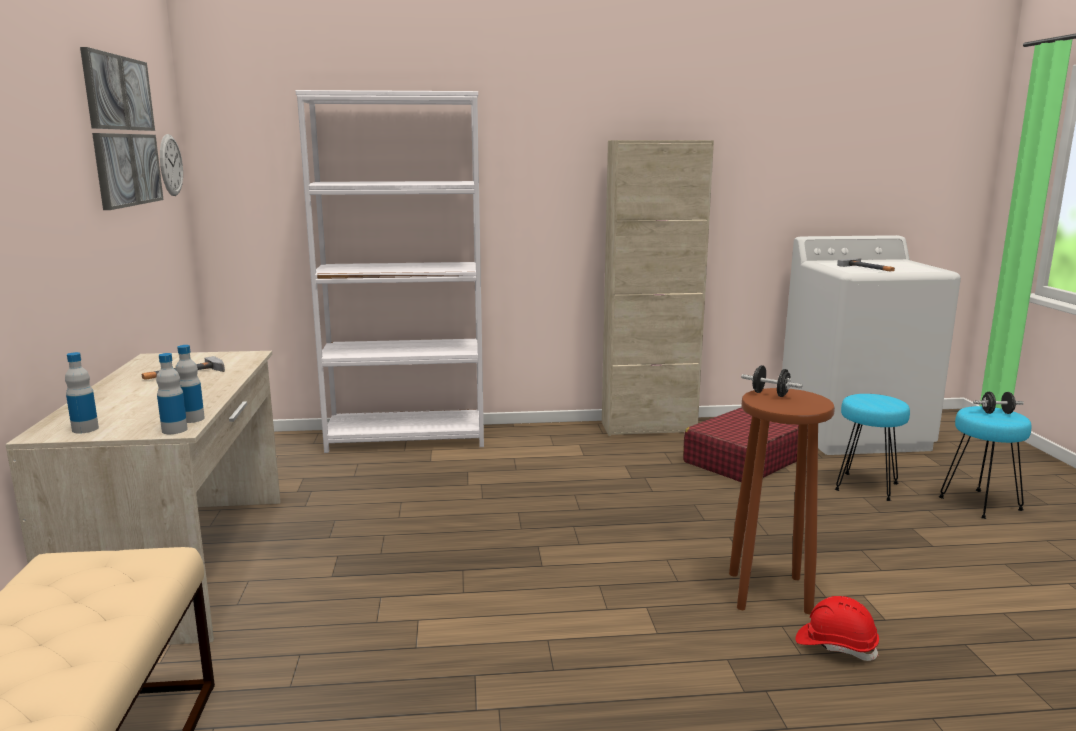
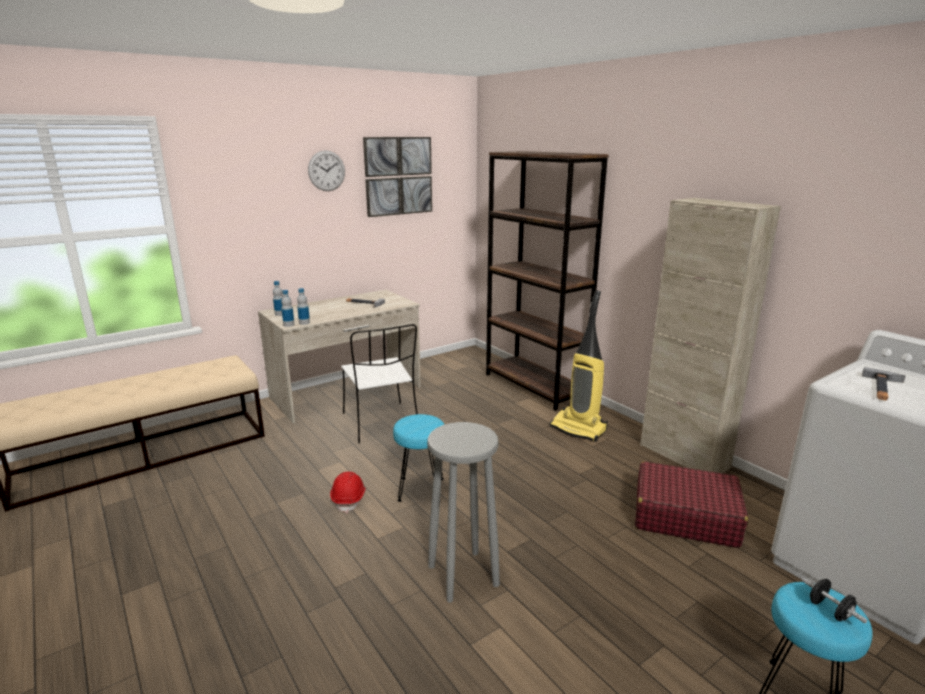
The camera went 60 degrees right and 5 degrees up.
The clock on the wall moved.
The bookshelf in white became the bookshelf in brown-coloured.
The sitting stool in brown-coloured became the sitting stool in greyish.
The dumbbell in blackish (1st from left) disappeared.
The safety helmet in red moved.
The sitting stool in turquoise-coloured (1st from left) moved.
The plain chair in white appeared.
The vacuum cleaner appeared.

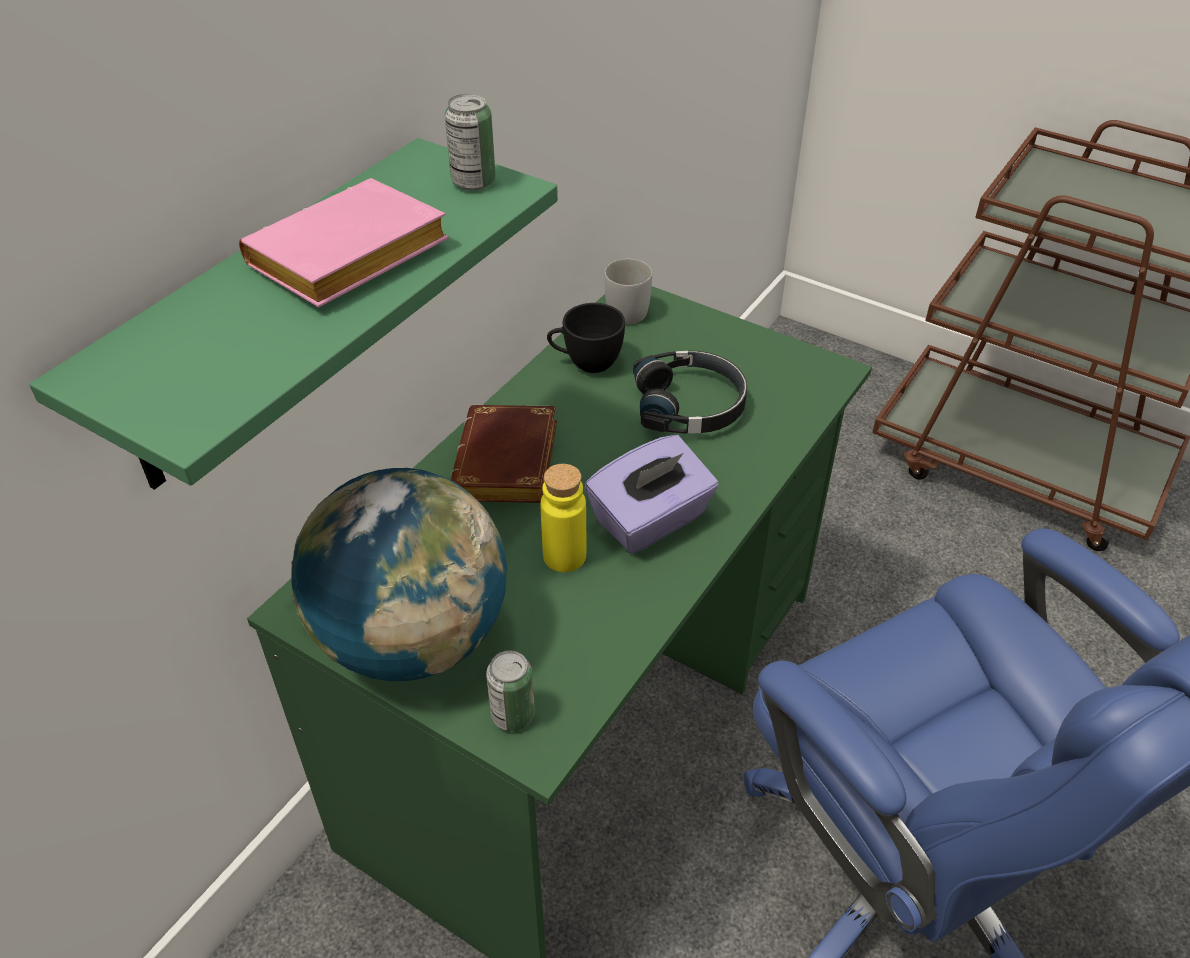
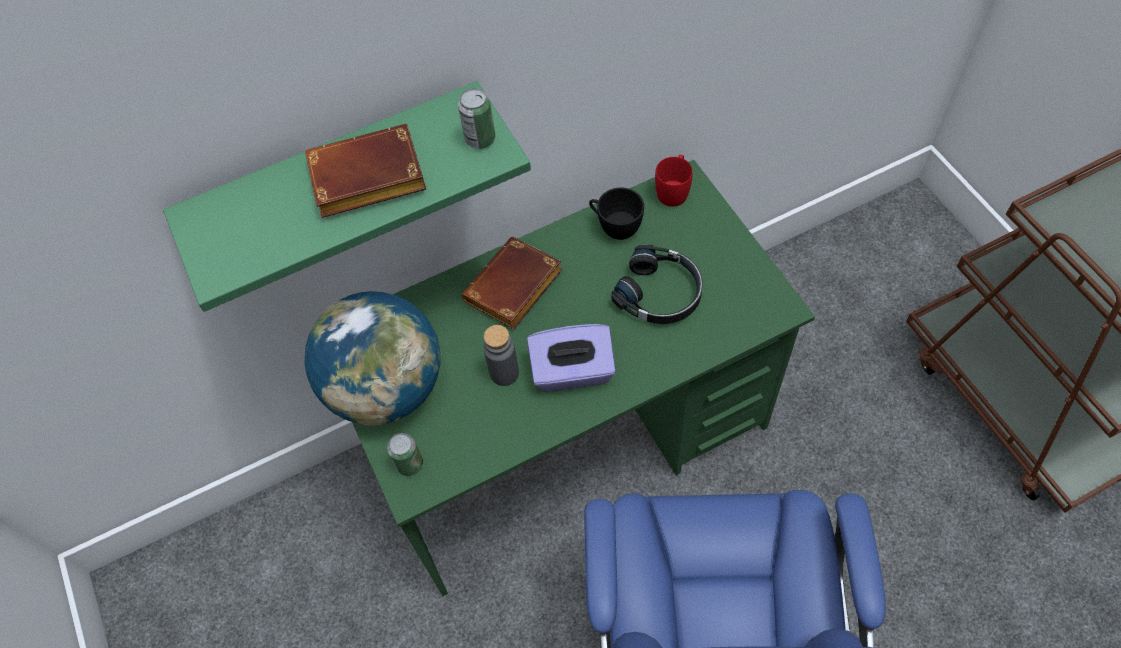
The camera went 35 degrees right and 15 degrees up.
The volume in pink became the volume in brown-coloured (1st from left).
The drink bottle in yellowish became the drink bottle in greyish.
The tea mug in white became the tea mug in red.

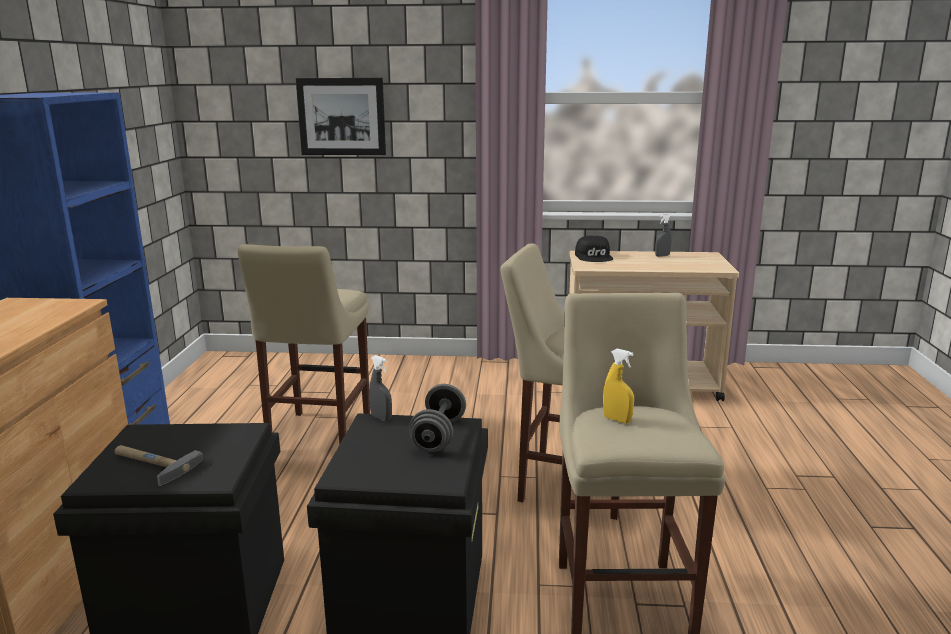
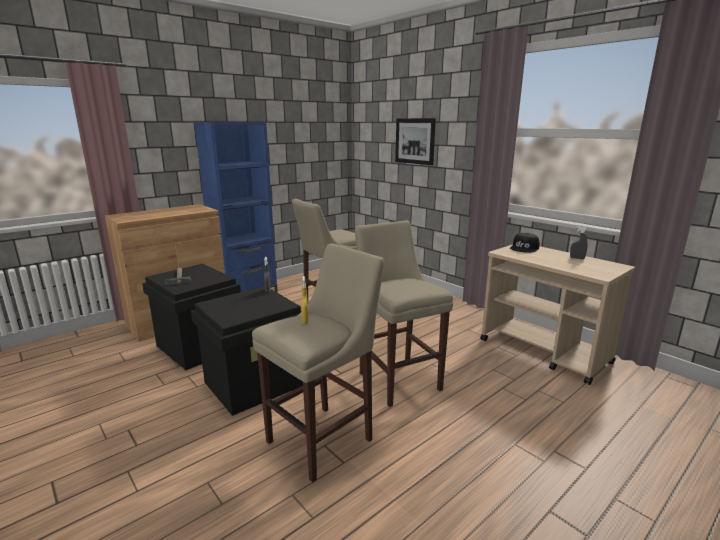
The camera went 45 degrees right and 0 degrees up.
The dumbbell in greyish disappeared.

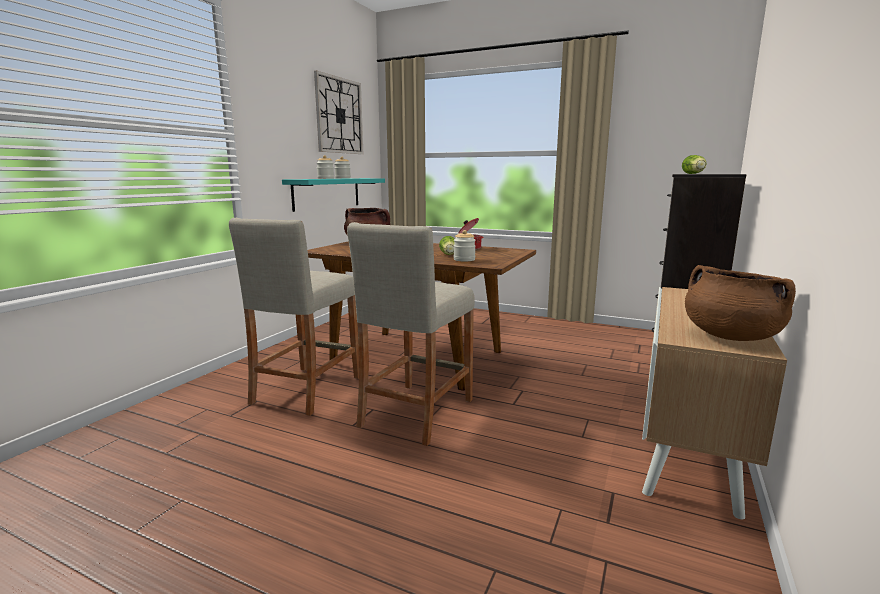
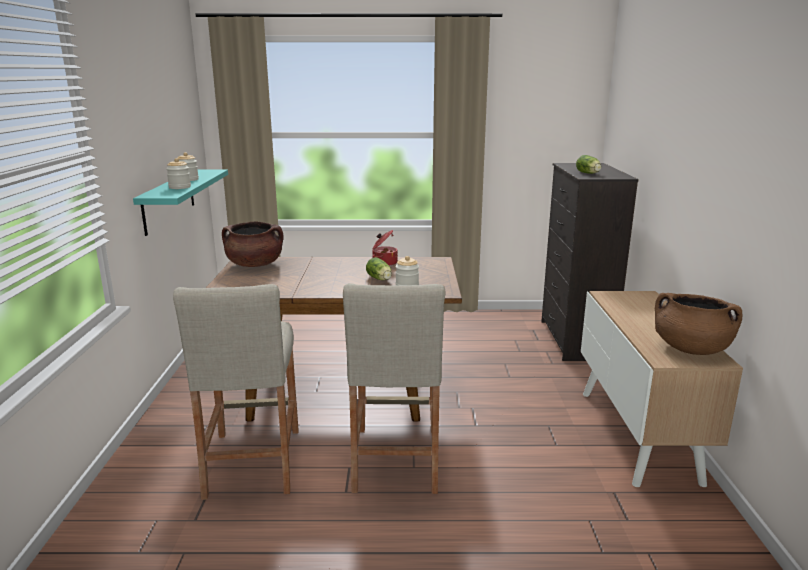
The camera went 25 degrees left and 5 degrees up.
The clock on the wall disappeared.

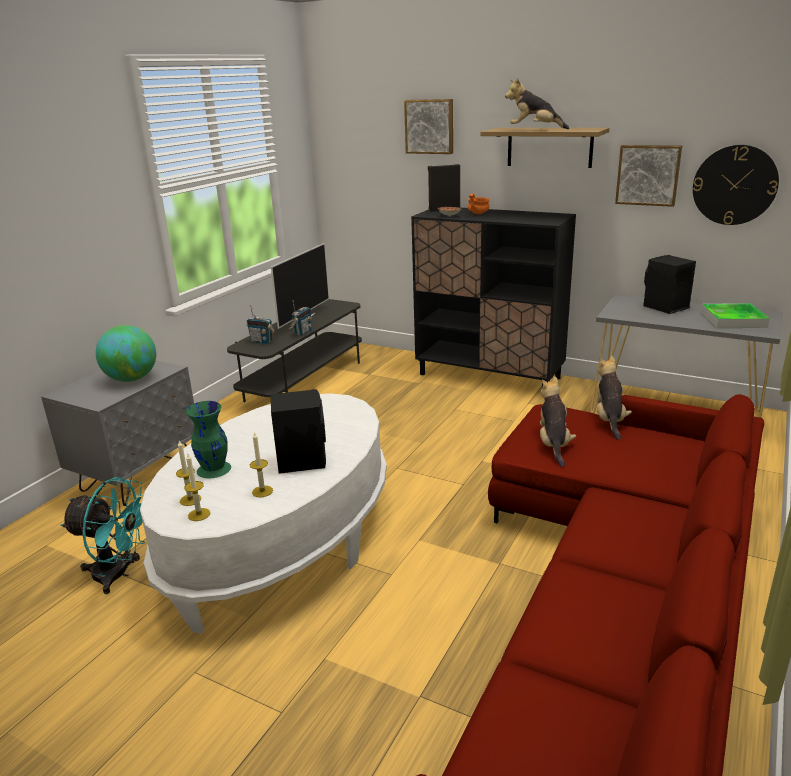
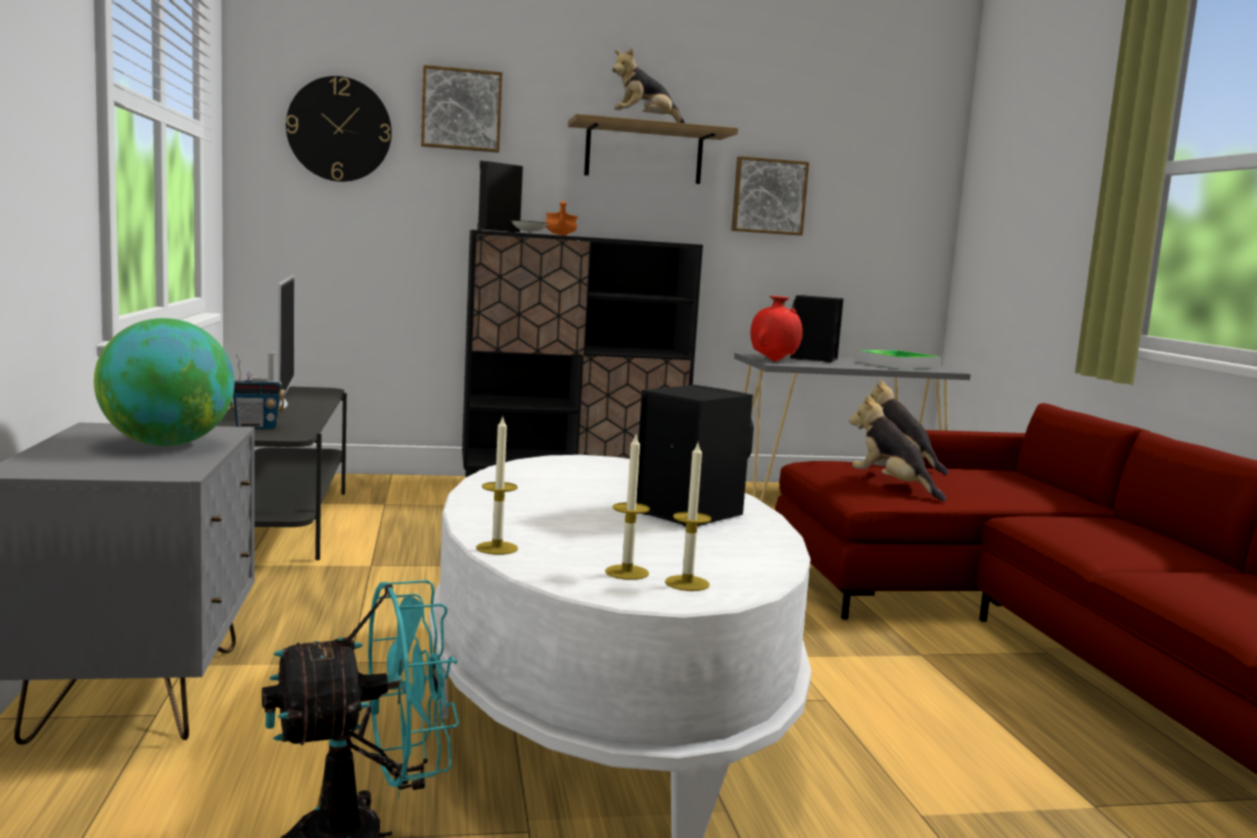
The camera went 40 degrees left and 15 degrees down.
The flower vase in green-coloured disappeared.
The wax candle (3rd from left in the first image) moved.
The radio (2nd from left) disappeared.
The clock on the wall moved.
The flower vase in red appeared.

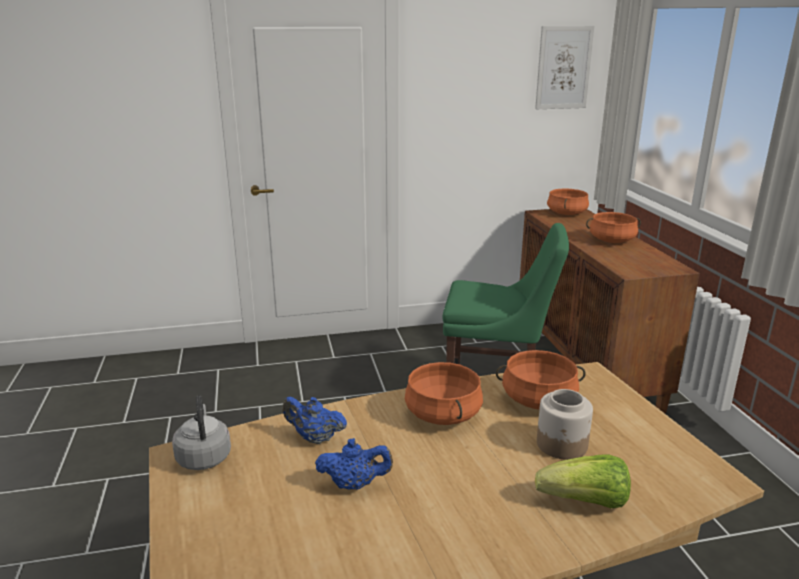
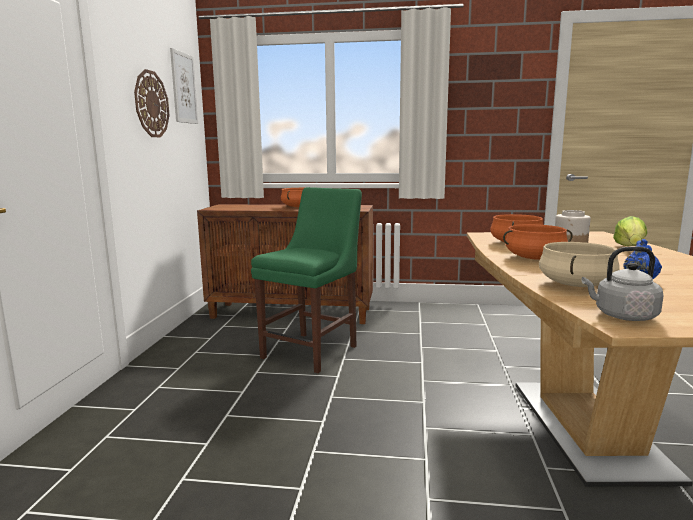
The camera went 70 degrees left and 10 degrees down.
The tea pot in blue (1st from left) was replaced by the saucepot in sand-coloured.
The saucepot in orangey (3rd from left) disappeared.
The clock on the wall appeared.

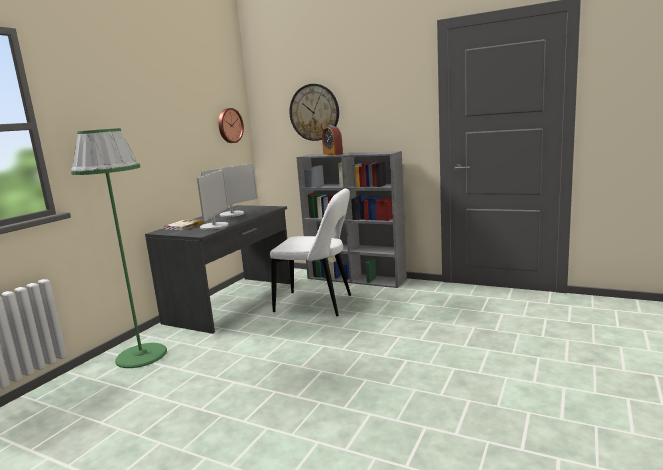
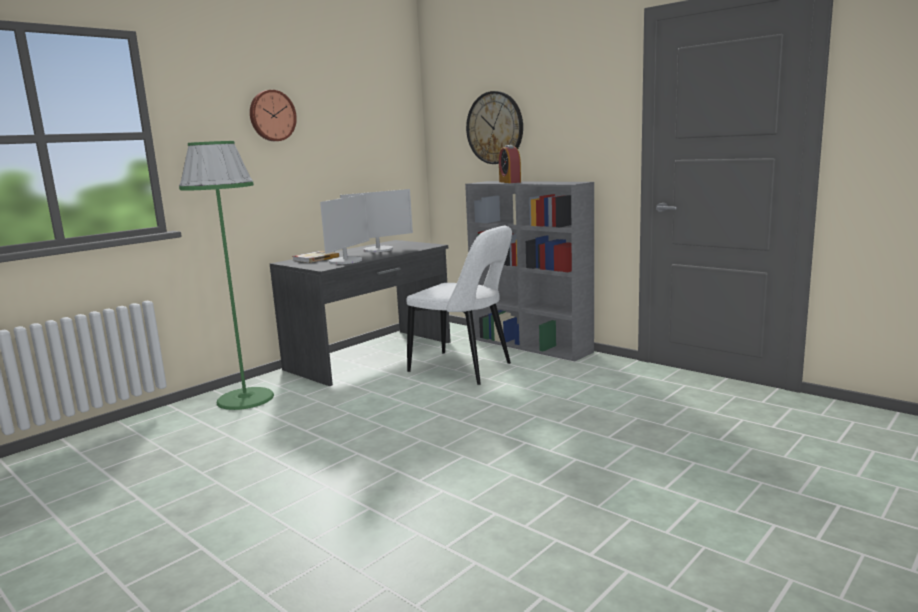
The camera went 15 degrees right and 0 degrees up.
The clock on the wall (1st from left) moved.

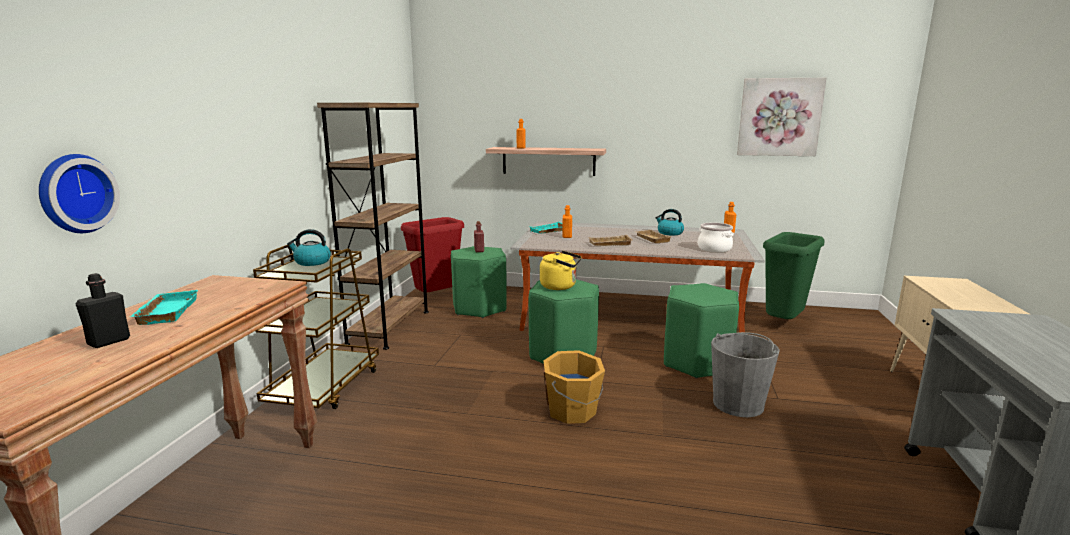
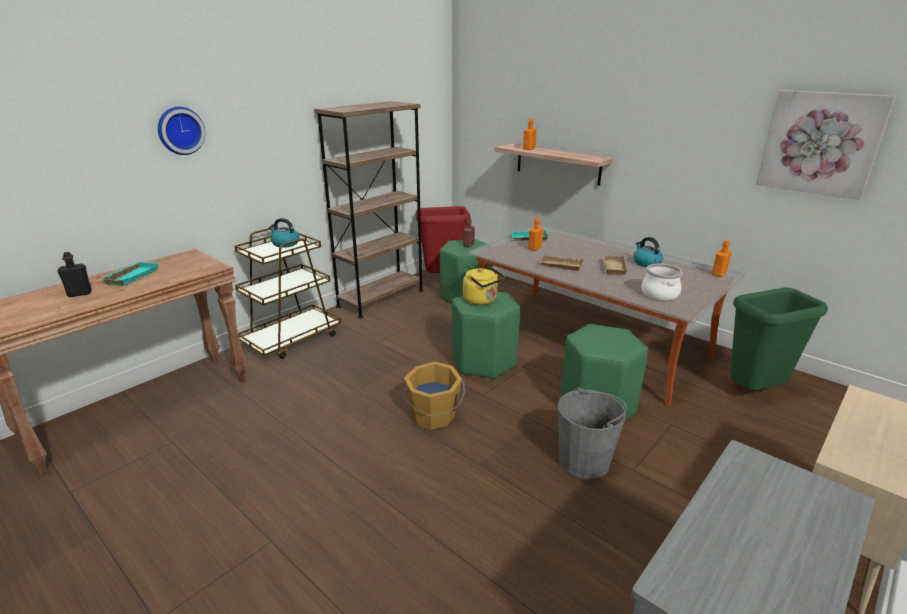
The camera went 30 degrees right and 10 degrees up.
The clock on the wall moved.

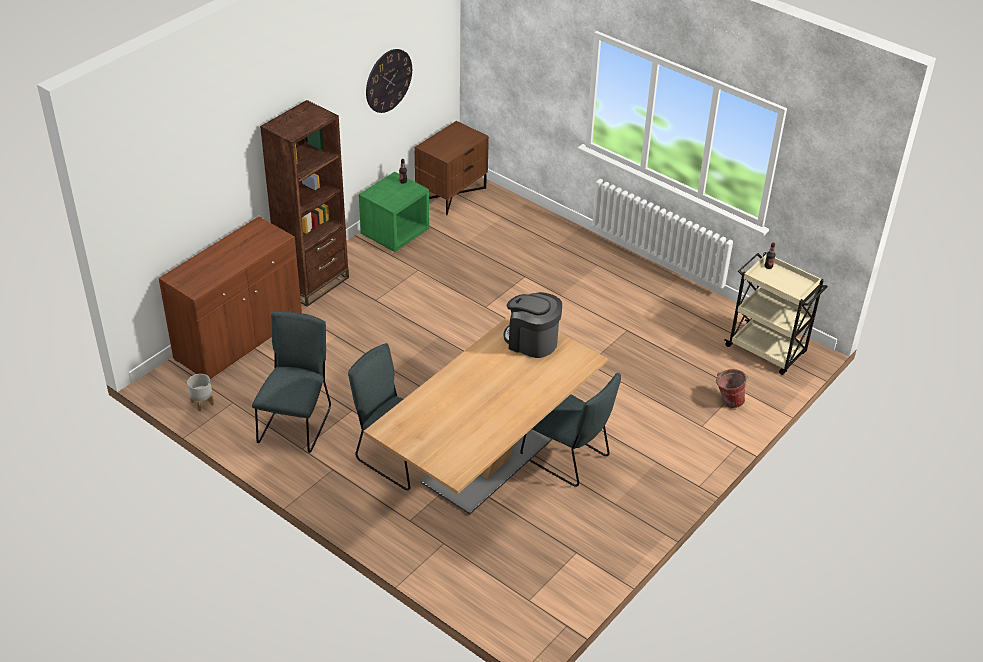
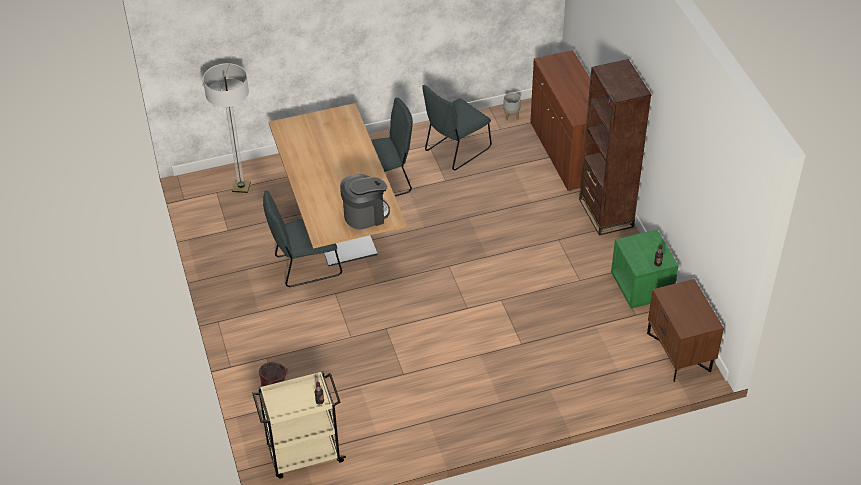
The camera went 125 degrees right and 5 degrees up.
The plain chair in greyish (1st from left in the first image) turned 90 degrees clockwise.
The clock on the wall disappeared.
The standing lamp appeared.

